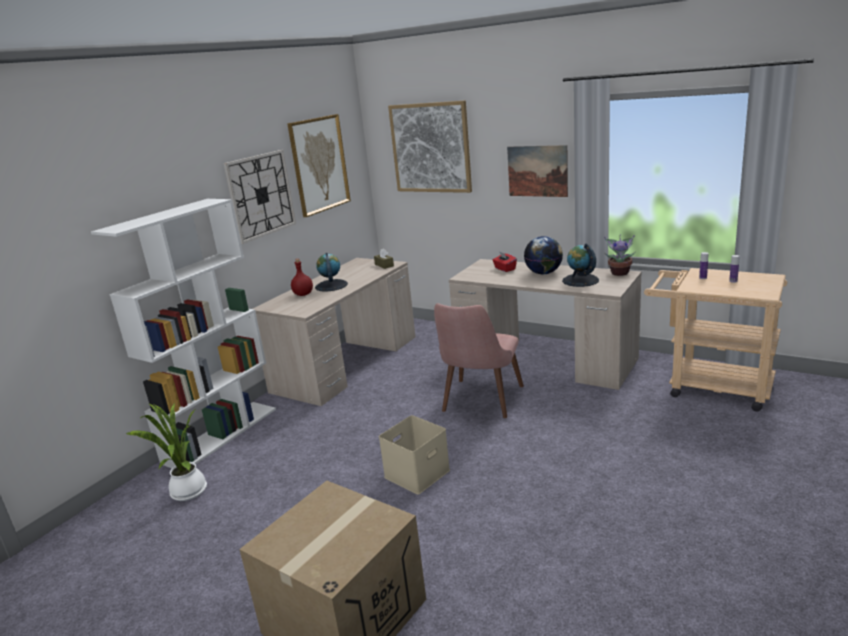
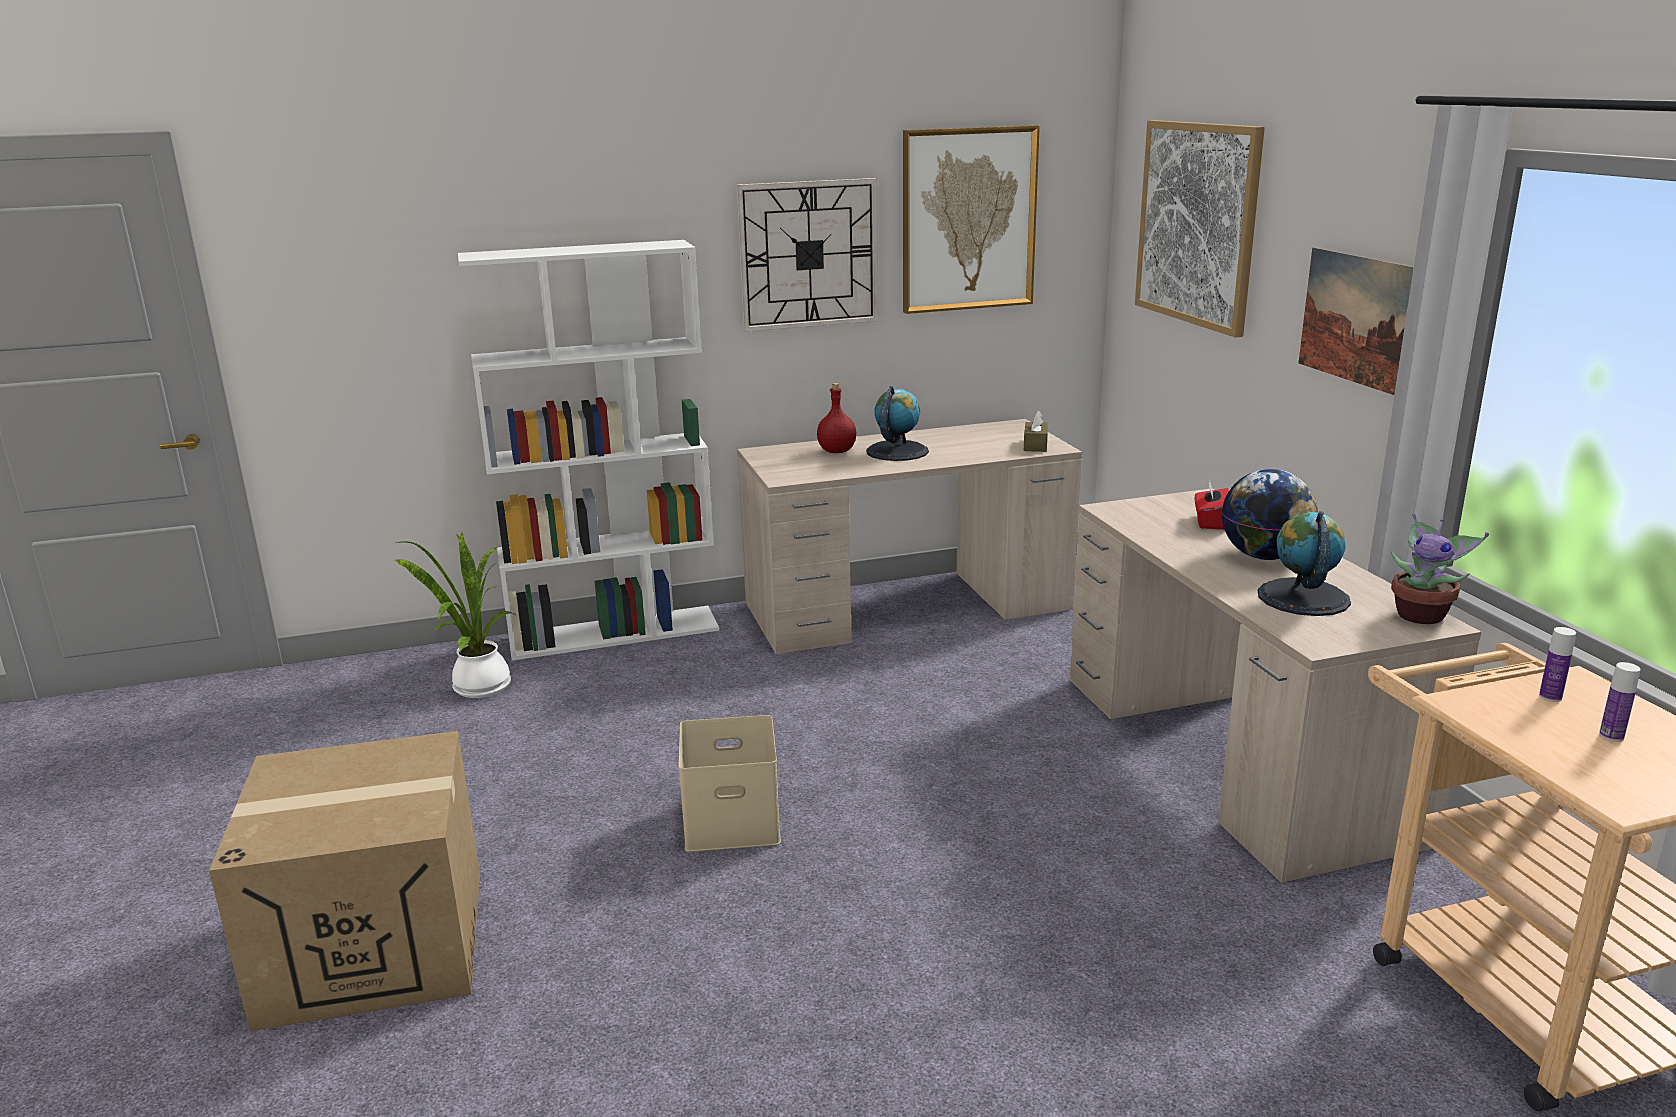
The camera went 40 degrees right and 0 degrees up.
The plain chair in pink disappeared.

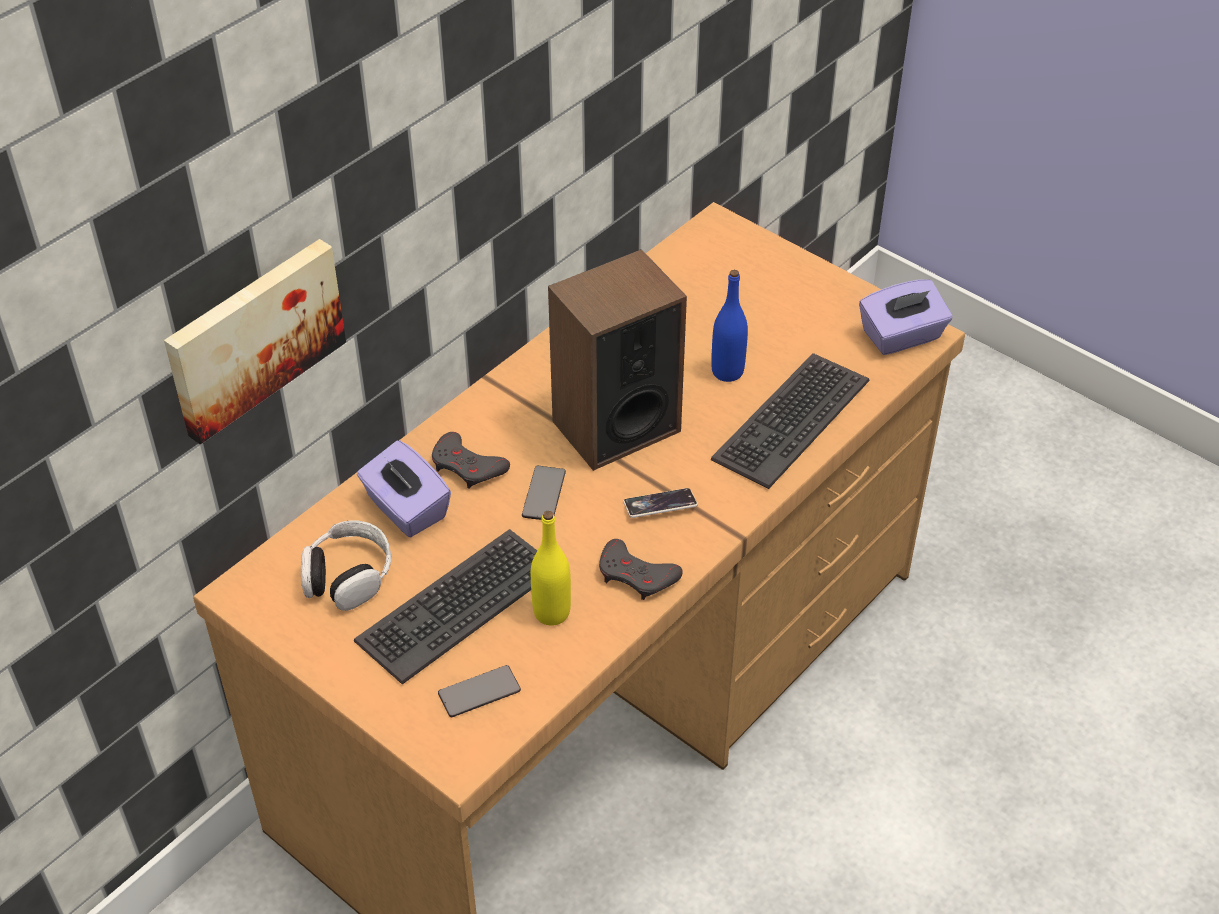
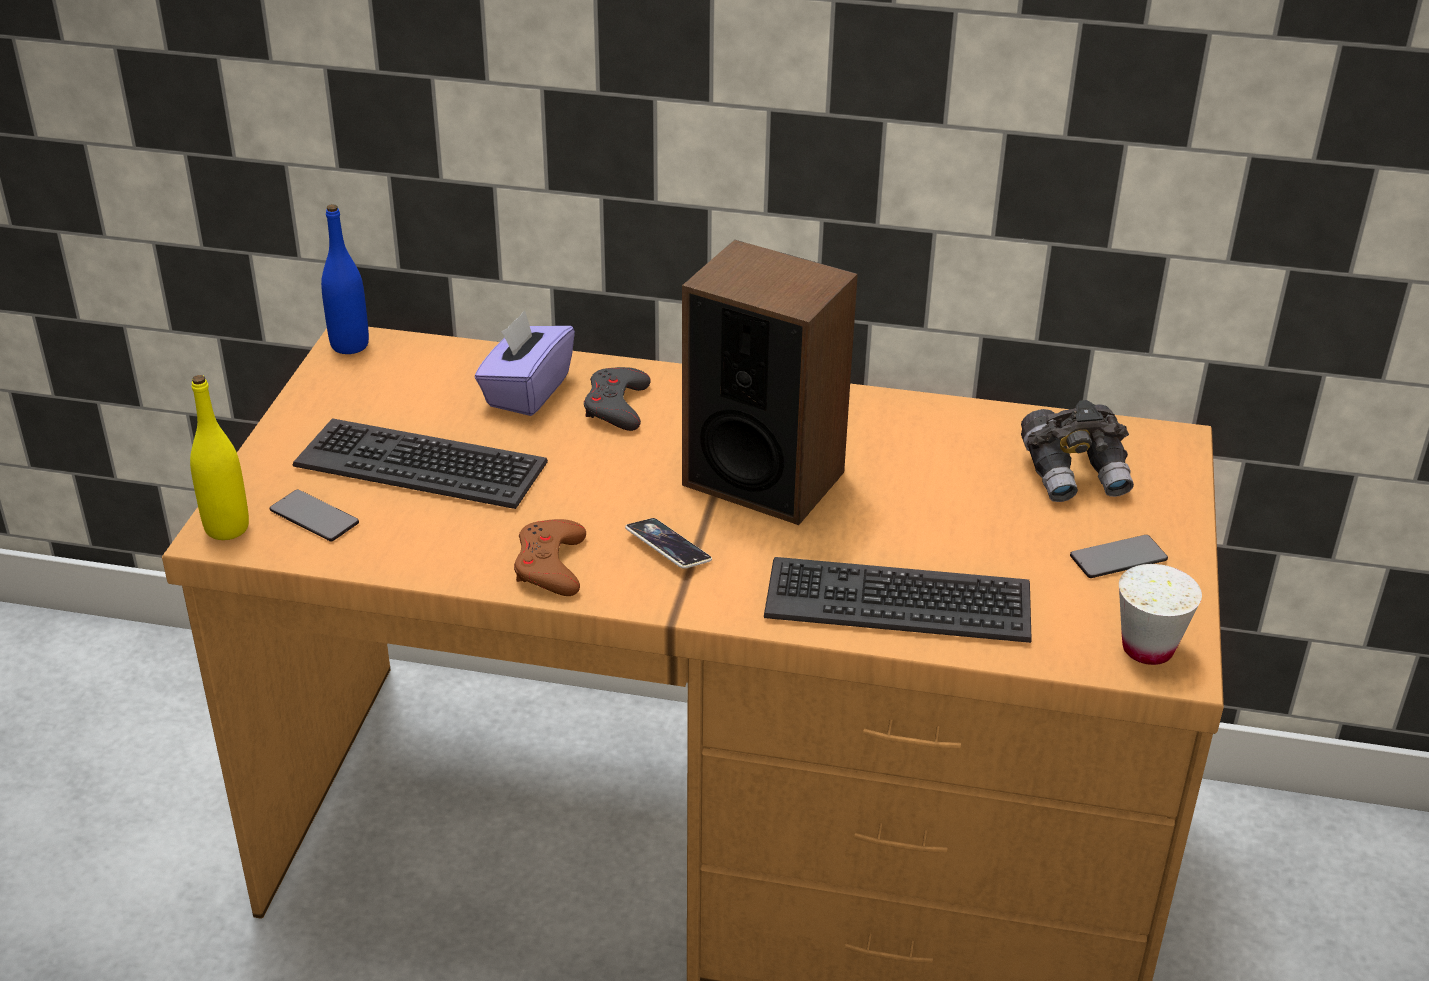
The camera went 60 degrees right and 10 degrees down.
The wall art disappeared.
The headset disappeared.
The handset (2nd from left in the first image) moved.
The drink bottle in yellowish moved.
The game controller in greyish (2nd from left) became the game controller in brown-coloured.
The drink bottle in blue moved.
The box of tissues in purple-coloured (2nd from left) was replaced by the small cup in white.
The field glasses in greyish appeared.

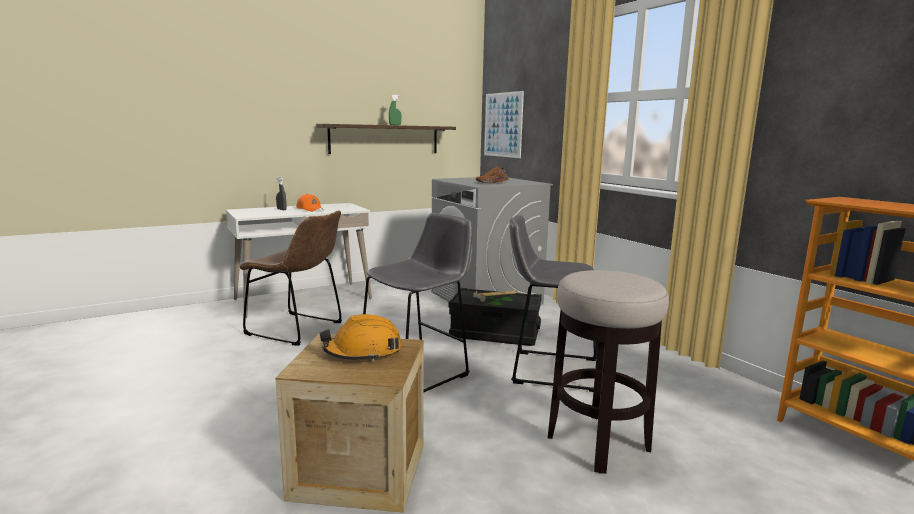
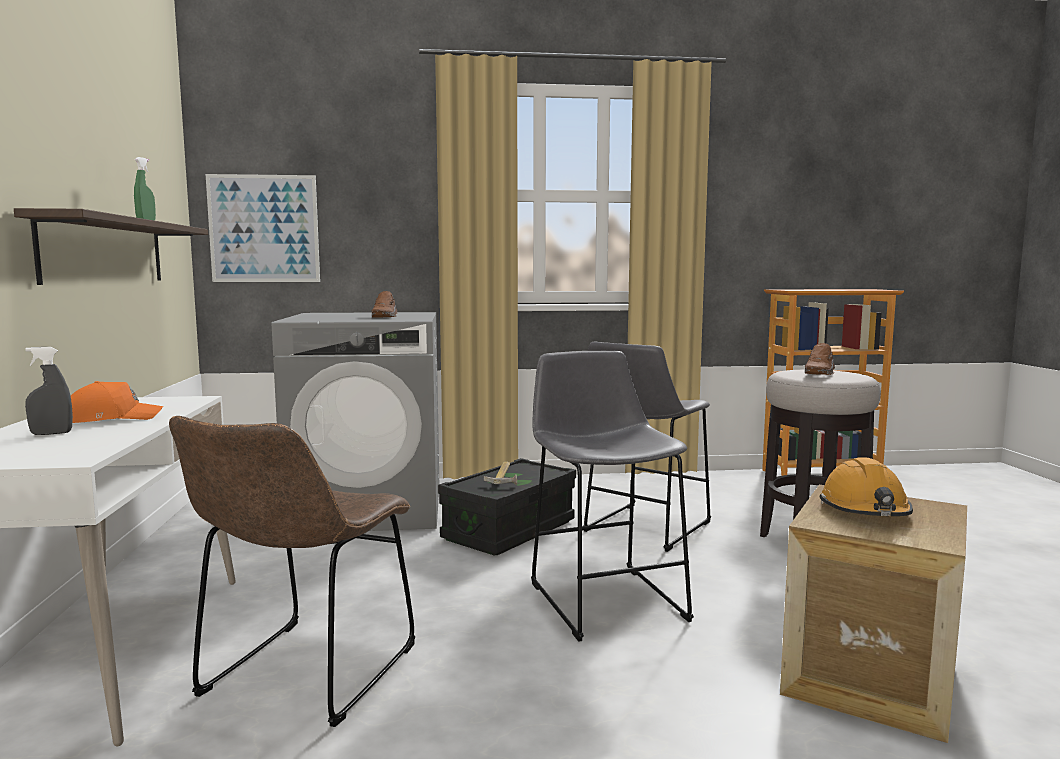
The camera went 65 degrees left and 5 degrees down.
The plain chair in brown-coloured turned 150 degrees clockwise.
The shoe in brown-coloured (2nd from left) appeared.

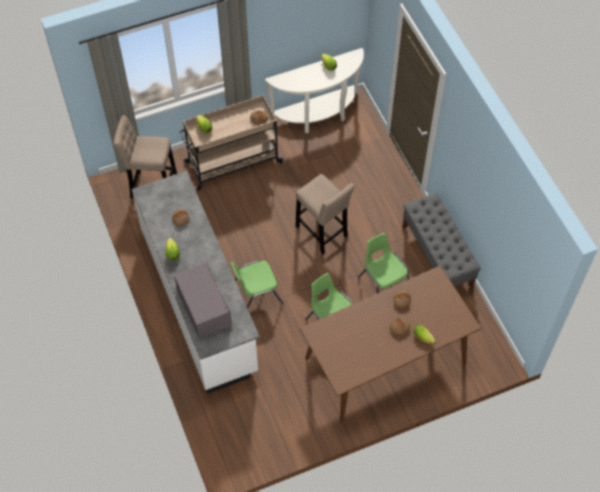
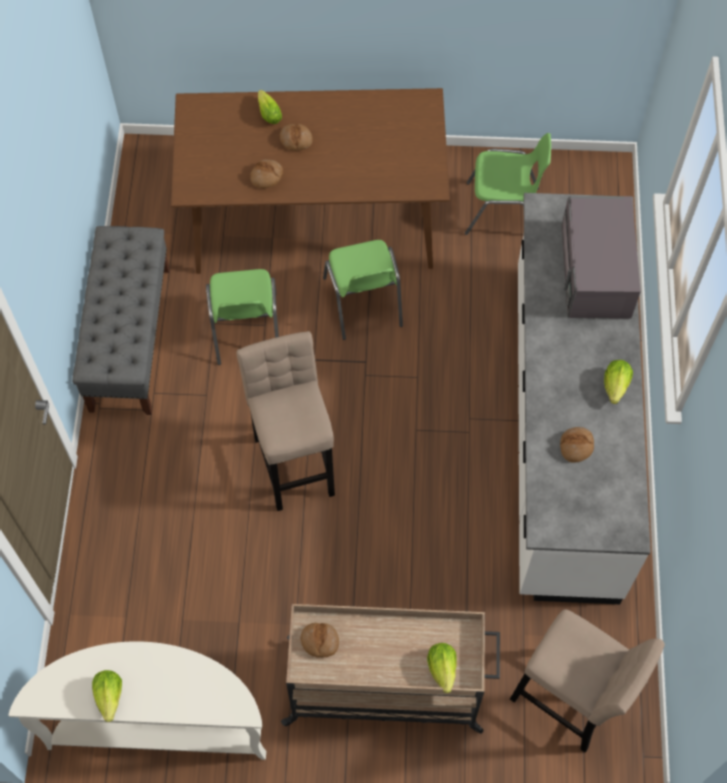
The camera went 155 degrees left and 5 degrees up.
The plain chair in green-coloured (1st from left in the first image) moved.

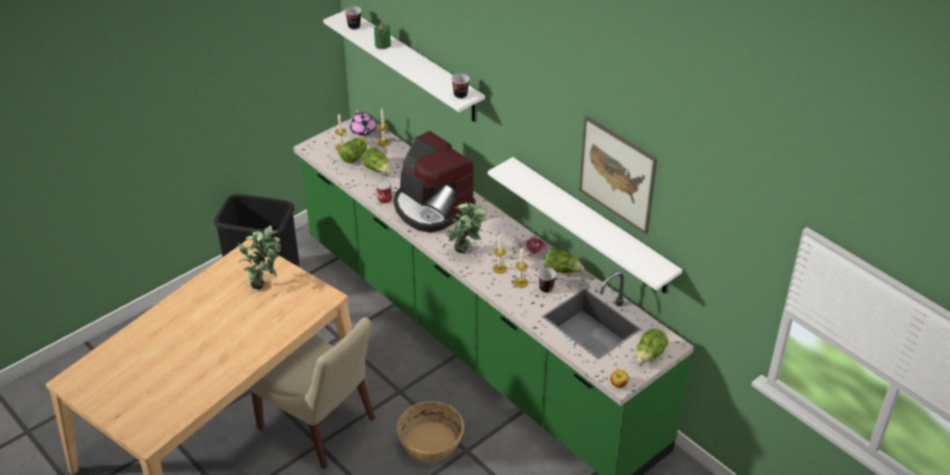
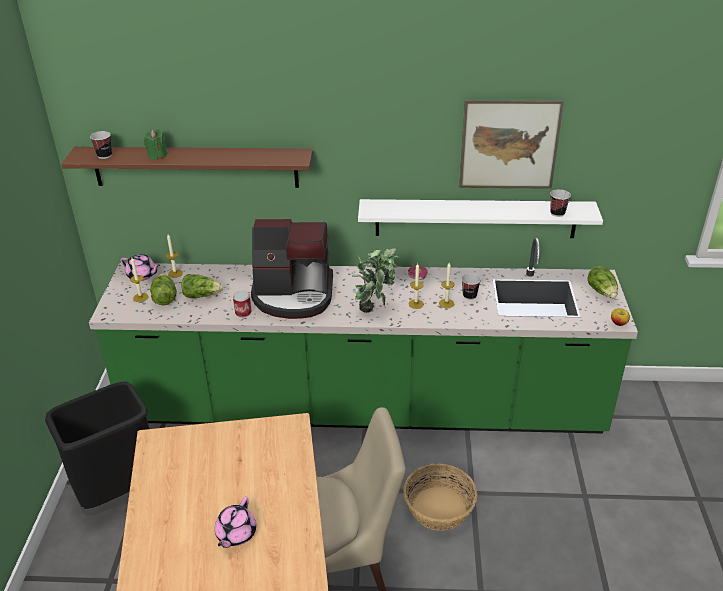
The camera went 45 degrees left and 5 degrees down.
The plant in a pot (1st from left) disappeared.
The shelf in white (1st from left) became the shelf in brown-coloured.
The small cup (2nd from left in the first image) moved.
The lettuce (3rd from left) disappeared.
The tea pot in pink (2nd from left) appeared.

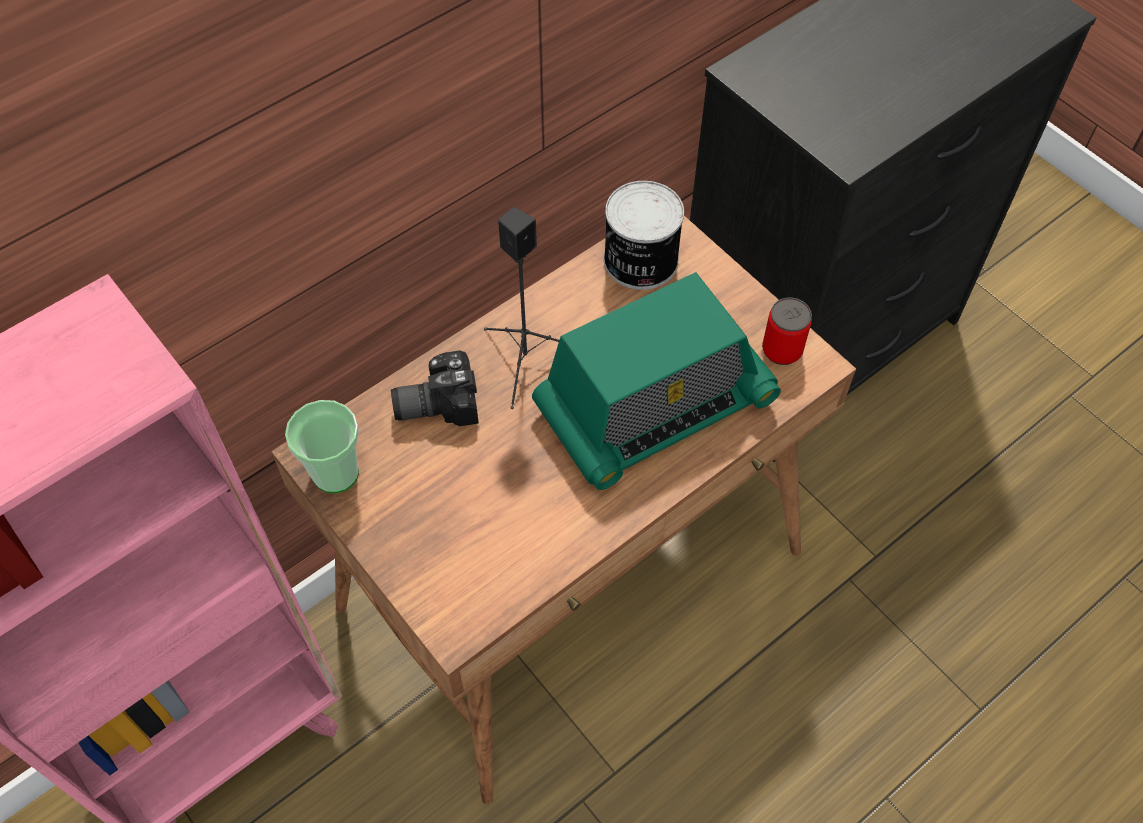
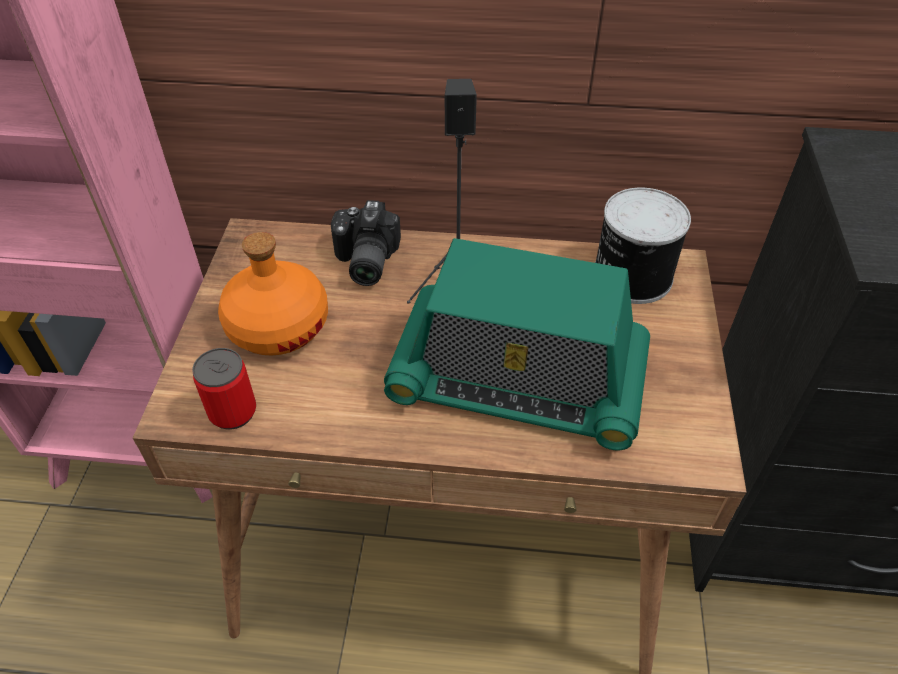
The camera went 45 degrees right and 10 degrees down.
The small cup disappeared.
The still camera turned 120 degrees counterclockwise.
The sealed can (2nd from left in the first image) moved.
The drink bottle in orangey appeared.

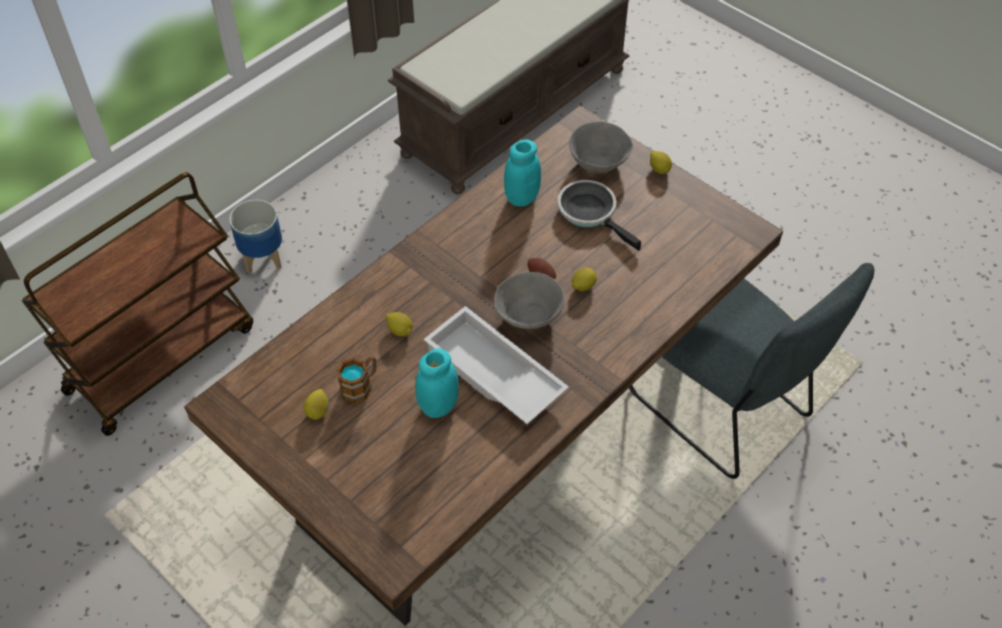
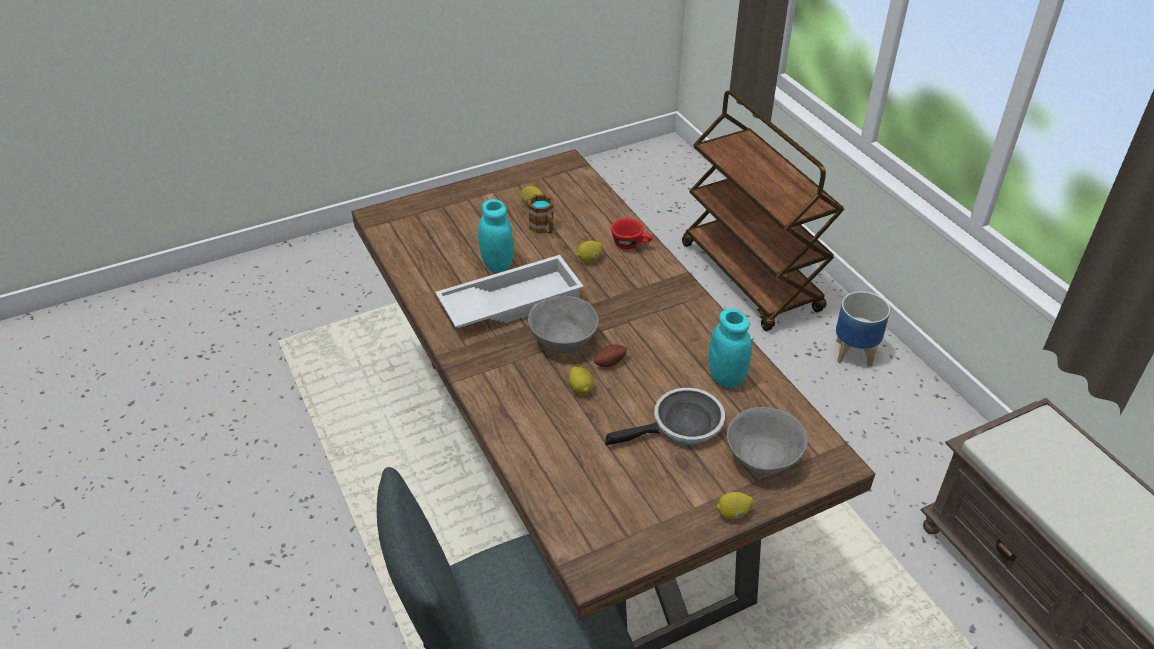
The camera went 110 degrees right and 10 degrees down.
The small cup in red appeared.

